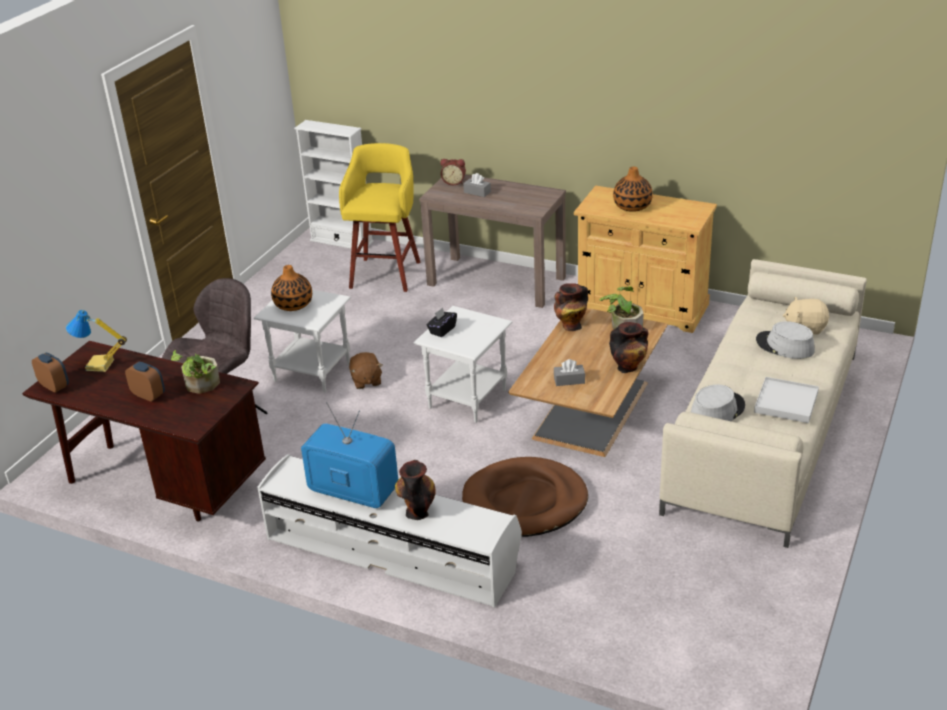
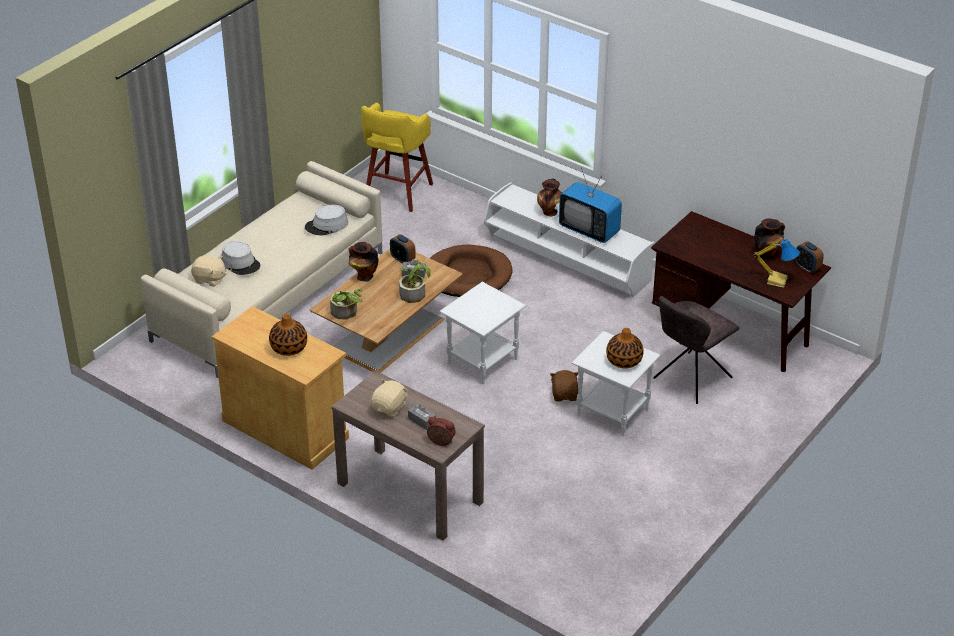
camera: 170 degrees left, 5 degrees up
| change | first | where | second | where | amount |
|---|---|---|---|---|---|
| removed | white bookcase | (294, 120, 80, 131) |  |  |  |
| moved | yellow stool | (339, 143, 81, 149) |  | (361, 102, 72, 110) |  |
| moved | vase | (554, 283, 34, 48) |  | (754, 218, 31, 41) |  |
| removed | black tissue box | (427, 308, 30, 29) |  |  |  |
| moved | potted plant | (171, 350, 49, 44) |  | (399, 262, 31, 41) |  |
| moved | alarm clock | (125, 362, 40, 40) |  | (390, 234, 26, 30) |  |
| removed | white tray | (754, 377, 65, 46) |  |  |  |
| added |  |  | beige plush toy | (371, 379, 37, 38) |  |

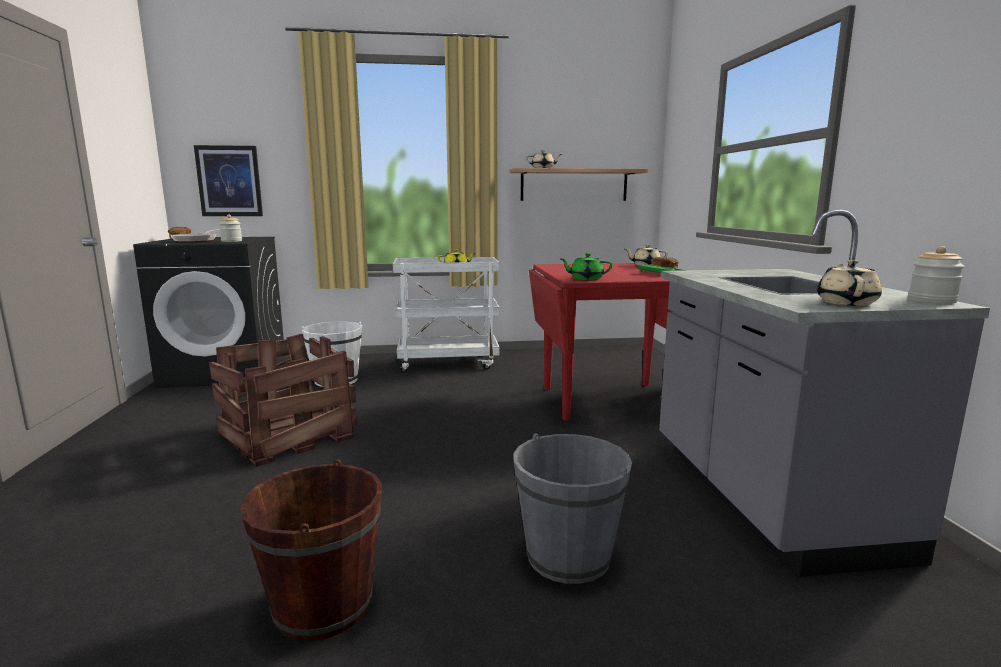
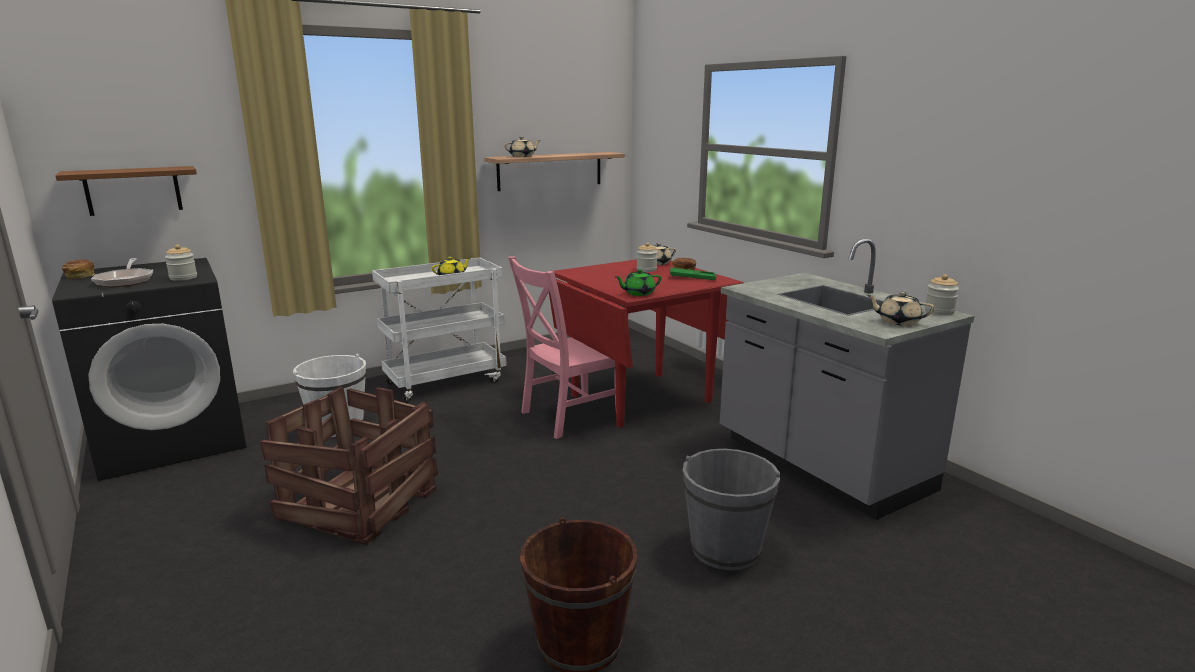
camera: 25 degrees left, 5 degrees up
| change | first | where | second | where | amount |
|---|---|---|---|---|---|
| replaced | picture | (194, 145, 69, 71) | brown shelf | (55, 166, 142, 50) |  |
| turned | beige teapot | (817, 260, 65, 46) |  | (867, 292, 68, 34) | 60 degrees counterclockwise |
| added |  |  | jar | (637, 242, 20, 30) |  |
| added |  |  | pink chair | (508, 256, 108, 183) |  |

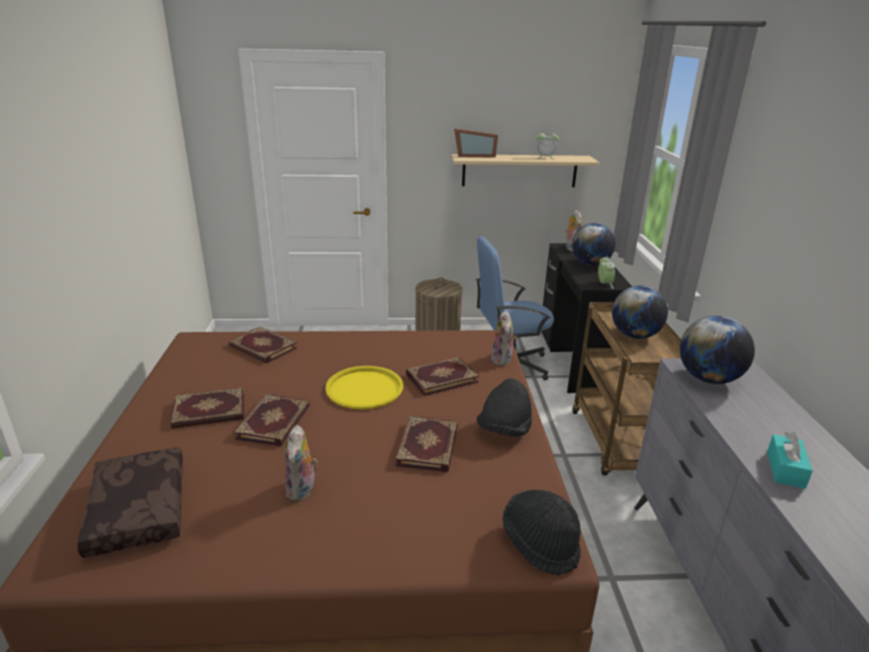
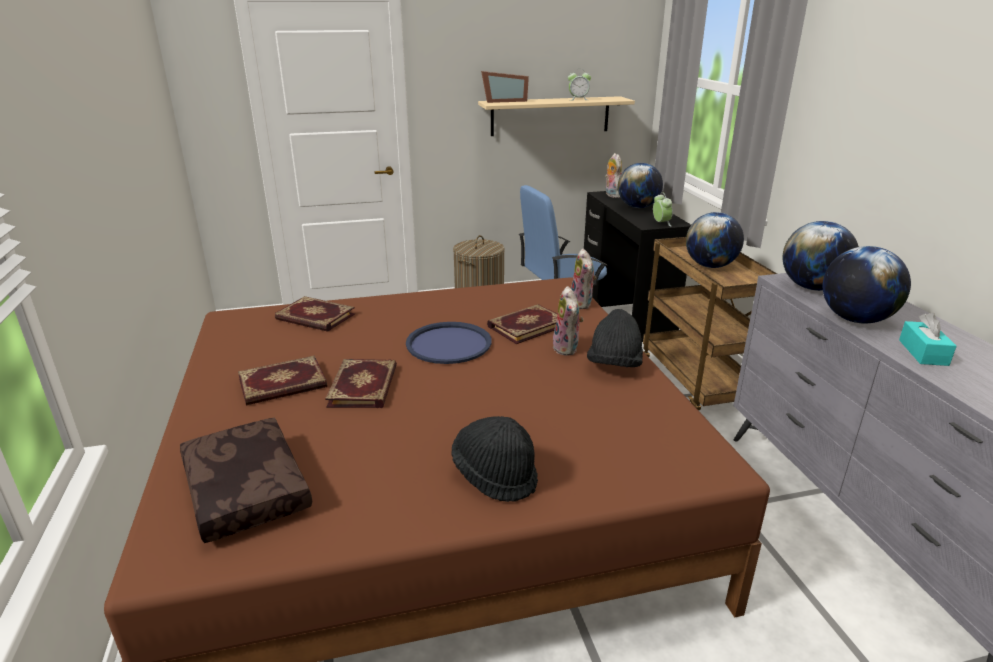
camera: 10 degrees left, 0 degrees up
| change | first | where | second | where | amount |
|---|---|---|---|---|---|
| recoloured | yellow tray | (325, 366, 78, 43) | blue tray | (406, 322, 86, 42) |  |
| removed | book | (396, 416, 62, 56) |  |  |  |
| moved | plush toy | (285, 425, 33, 76) |  | (553, 286, 31, 70) |  |
| moved | black hat | (503, 490, 78, 85) |  | (451, 416, 87, 86) |  |
| added |  |  | globe | (823, 246, 88, 77) |  |

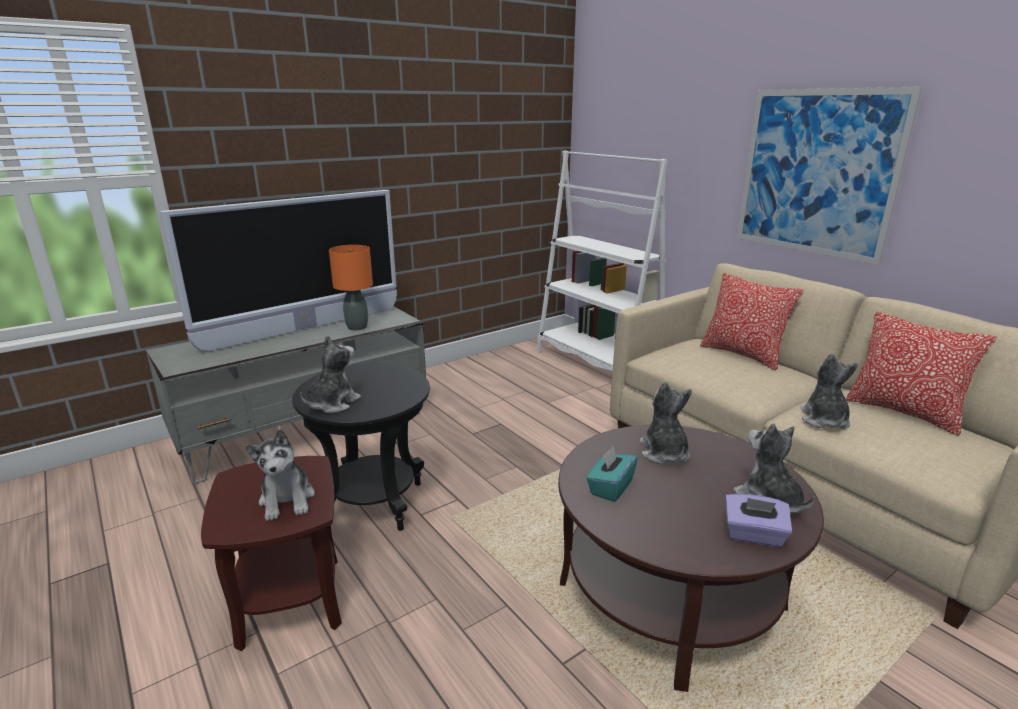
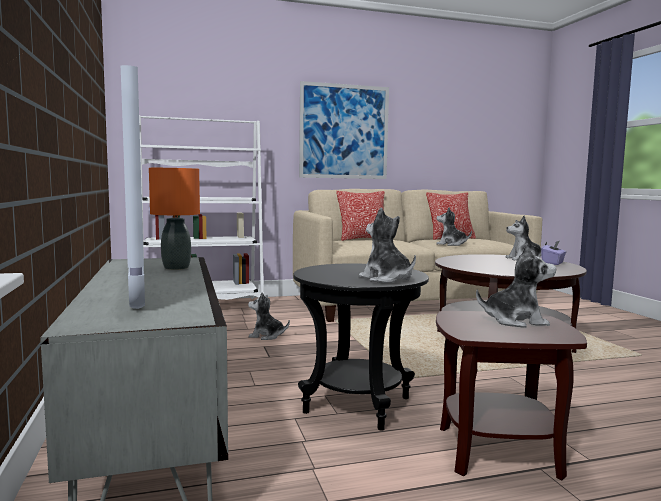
camera: 70 degrees left, 15 degrees down
| change | first | where | second | where | amount |
|---|---|---|---|---|---|
| moved | plush toy | (640, 382, 52, 82) |  | (248, 292, 42, 48) |  |
| removed | turquoise tissue box | (586, 446, 52, 56) |  |  |  |

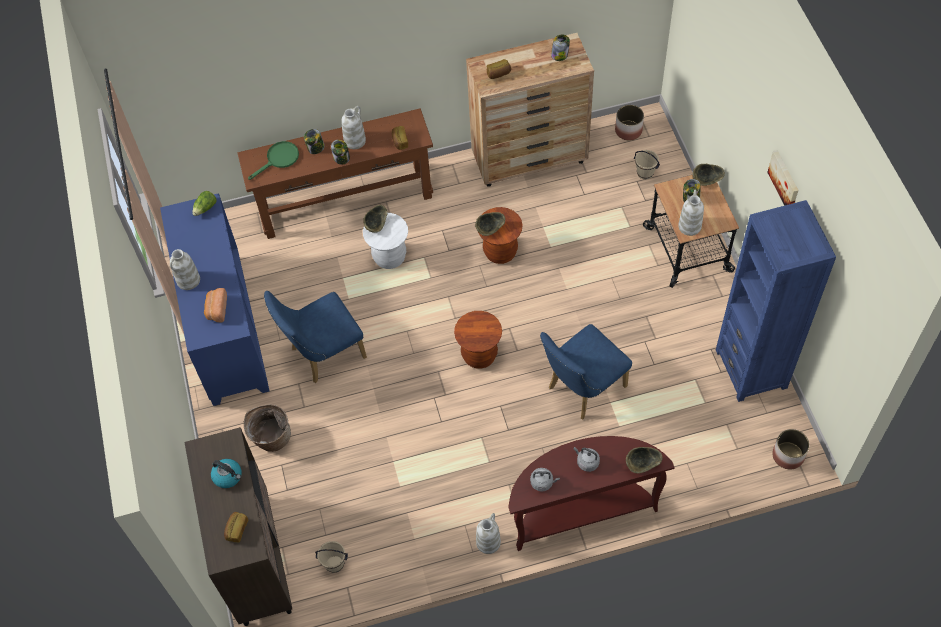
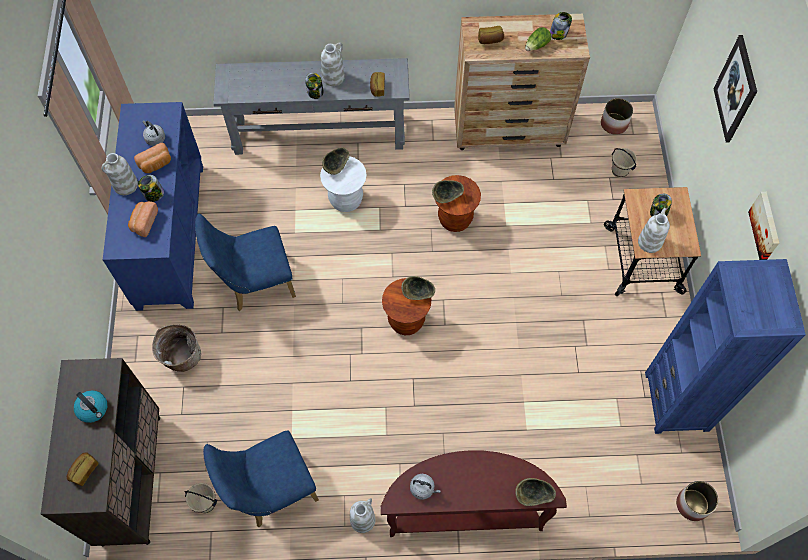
camera: 10 degrees right, 5 degrees up
| change | first | where | second | where | amount |
|---|---|---|---|---|---|
| recoloured | brown console table | (238, 108, 195, 131) | grey console table | (213, 58, 197, 97) |  |
| moved | jar | (304, 129, 21, 25) |  | (138, 175, 26, 27) |  |
| removed | green frying pan | (248, 141, 51, 39) |  |  |  |
| moved | bowl | (693, 164, 32, 22) |  | (401, 276, 34, 24) |  |
| moved | lettuce | (192, 191, 25, 25) |  | (525, 27, 26, 24) |  |
| moved | blue chair | (540, 324, 92, 96) |  | (203, 431, 116, 97) |  |
| moved | grey kettle | (574, 447, 26, 25) |  | (143, 121, 22, 25) |  |
| added |  |  | picture | (713, 35, 44, 108) |  |
| added |  |  | bread | (134, 143, 37, 30) |  |

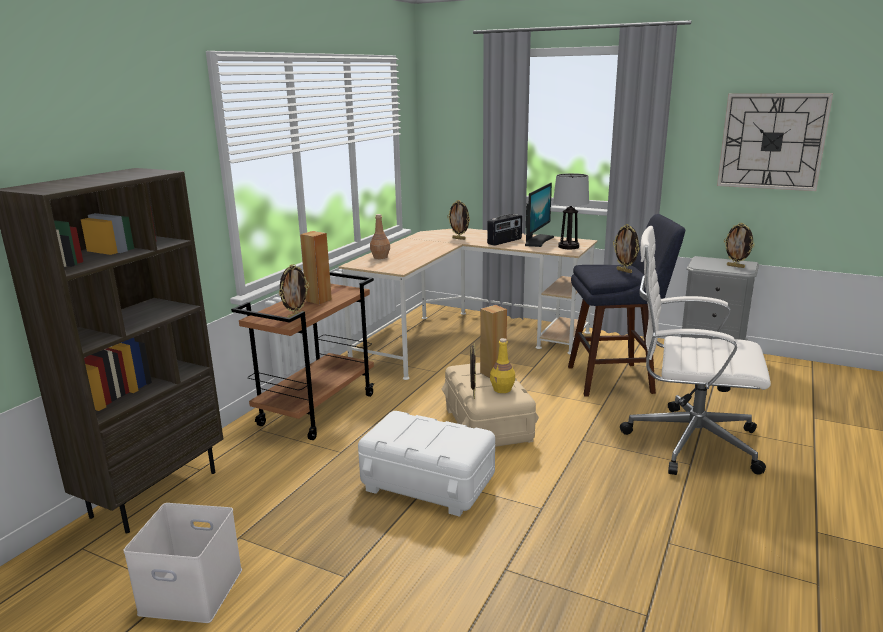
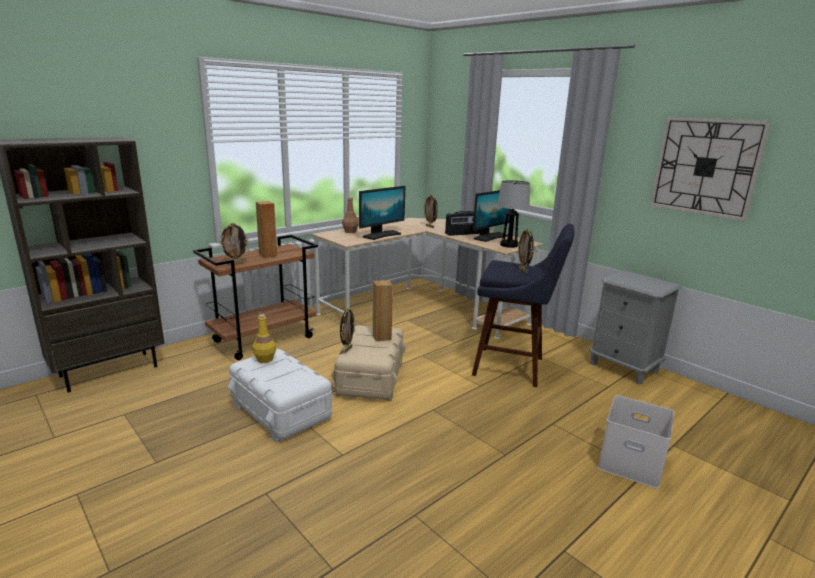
camera: 20 degrees right, 0 degrees up
| change | first | where | second | where | amount |
|---|---|---|---|---|---|
| removed | picture frame | (724, 223, 31, 45) |  |  |  |
| removed | white office chair | (620, 226, 151, 249) |  |  |  |
| moved | yellow bottle | (490, 338, 25, 55) |  | (253, 314, 23, 49) |  |
| moved | white storage box | (123, 503, 119, 120) |  | (598, 395, 76, 94) |  |
| added |  |  | monitor | (359, 186, 46, 54) |  |

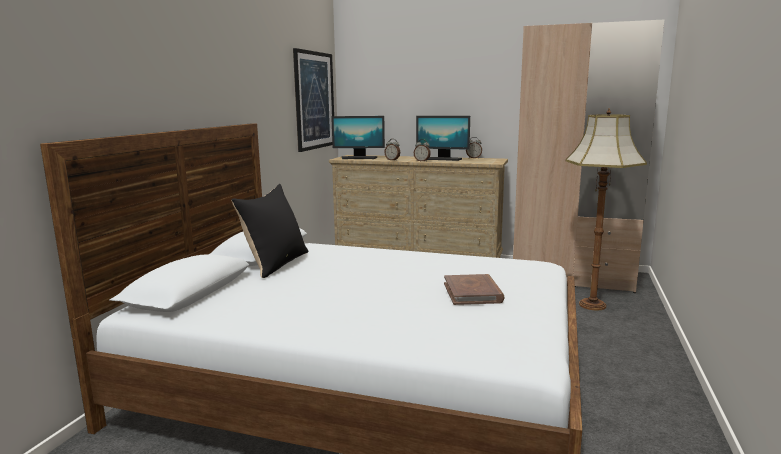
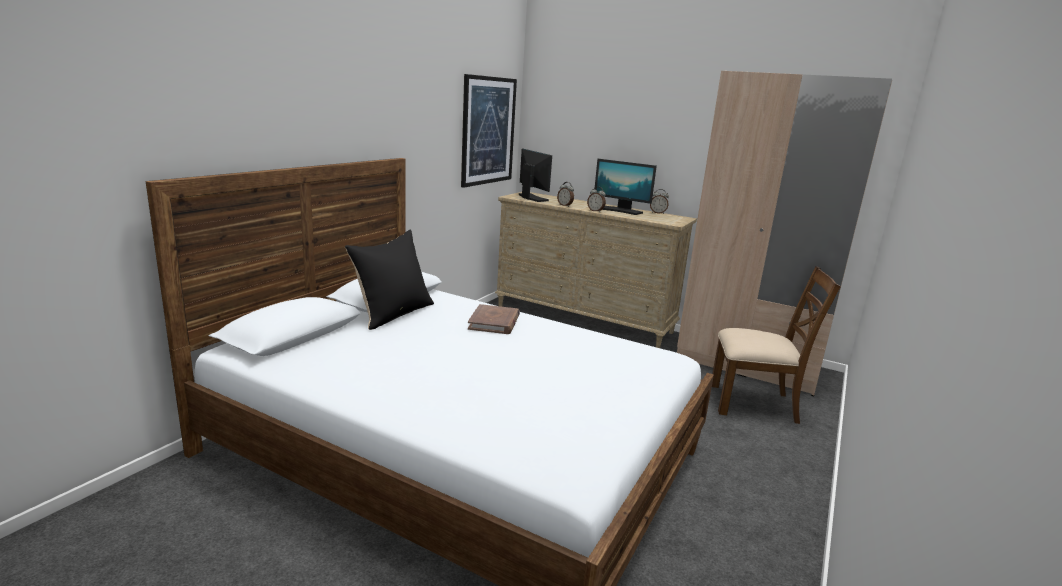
camera: 10 degrees right, 5 degrees up
| change | first | where | second | where | amount |
|---|---|---|---|---|---|
| replaced | floor lamp | (566, 108, 81, 202) | brown chair | (712, 266, 129, 158) |  |
| turned | monitor | (331, 116, 54, 43) |  | (519, 148, 33, 54) | 135 degrees counterclockwise |
| moved | brown book | (444, 274, 60, 31) |  | (468, 304, 52, 30) |  |

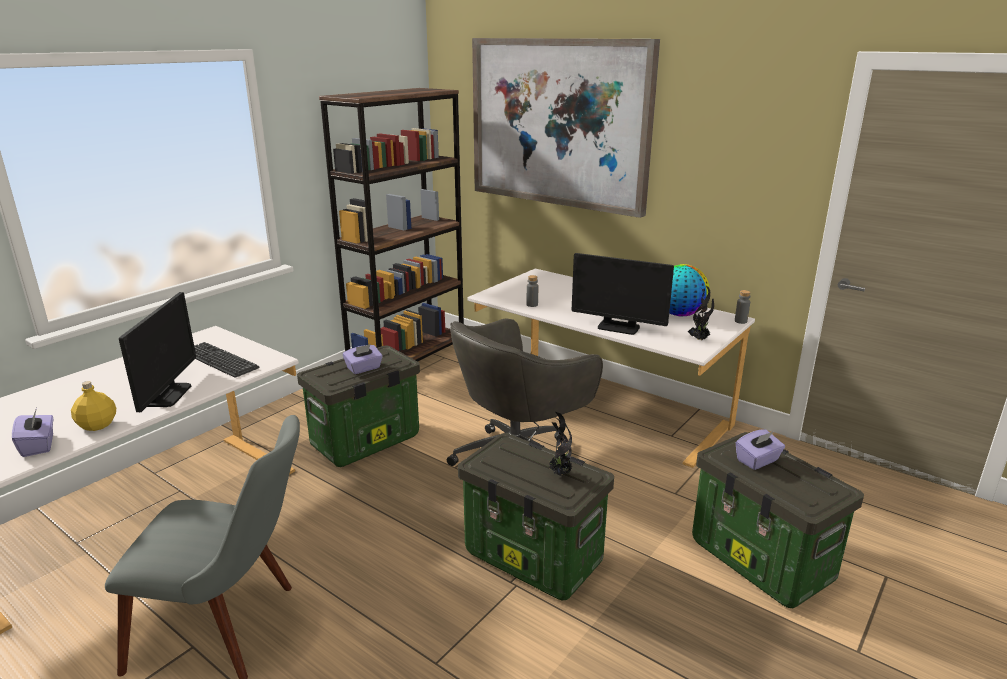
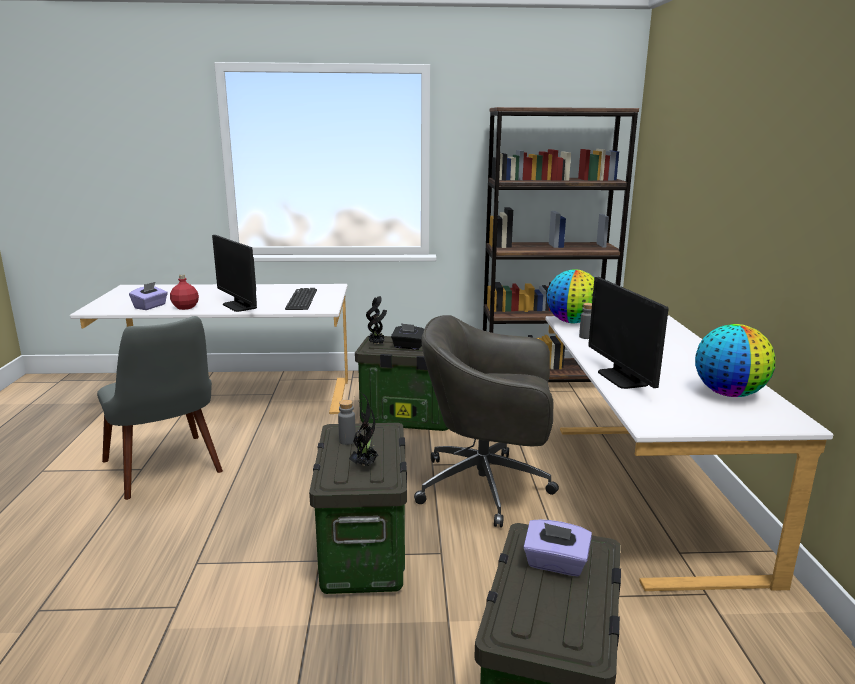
camera: 50 degrees right, 5 degrees down
| change | first | where | second | where | amount |
|---|---|---|---|---|---|
| removed | picture | (472, 38, 188, 180) |  |  |  |
| moved | potted plant | (688, 285, 26, 55) |  | (366, 296, 21, 49) |  |
| moved | grey bottle | (735, 290, 16, 34) |  | (338, 400, 18, 45) |  |
| turned | monitor | (119, 292, 77, 120) |  | (212, 235, 45, 77) | 90 degrees clockwise |
| recoloured | purple tissue box | (343, 344, 40, 30) | black tissue box | (391, 323, 33, 27) |  |
| recoloured | yellow bottle | (71, 381, 45, 50) | red bottle | (170, 274, 29, 36) |  |
| added |  |  | globe | (547, 269, 47, 54) |  |

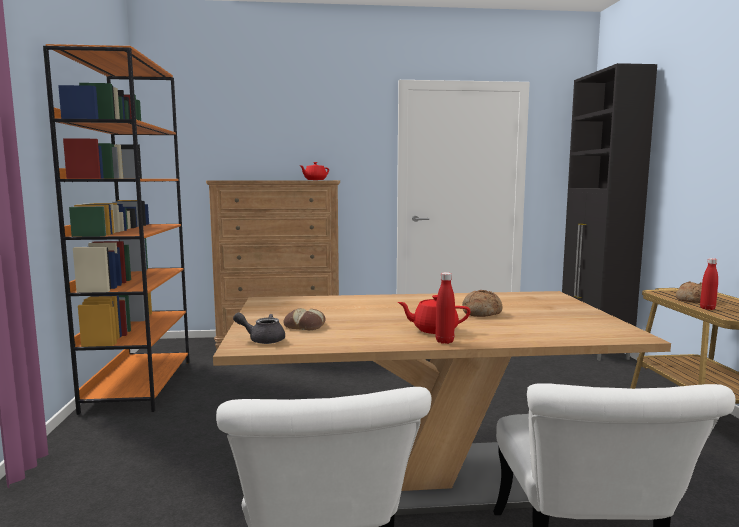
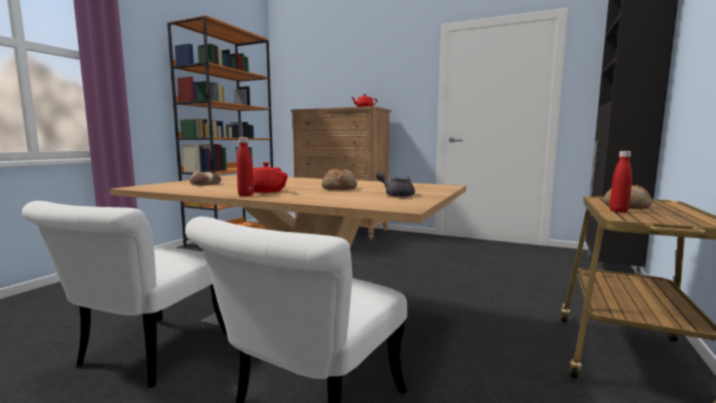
camera: 30 degrees right, 0 degrees up
| change | first | where | second | where | amount |
|---|---|---|---|---|---|
| moved | grey teapot | (233, 312, 52, 32) |  | (376, 171, 39, 26) |  |

